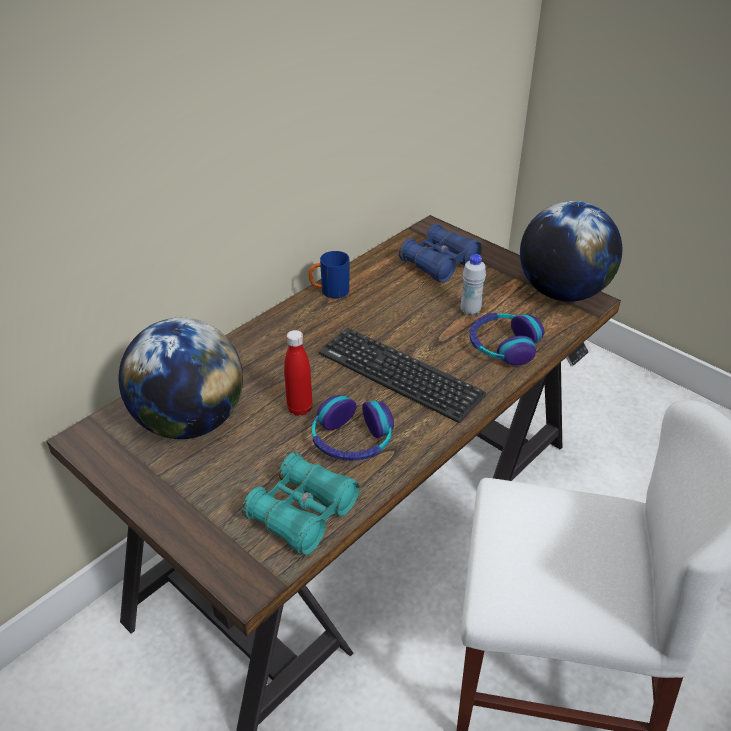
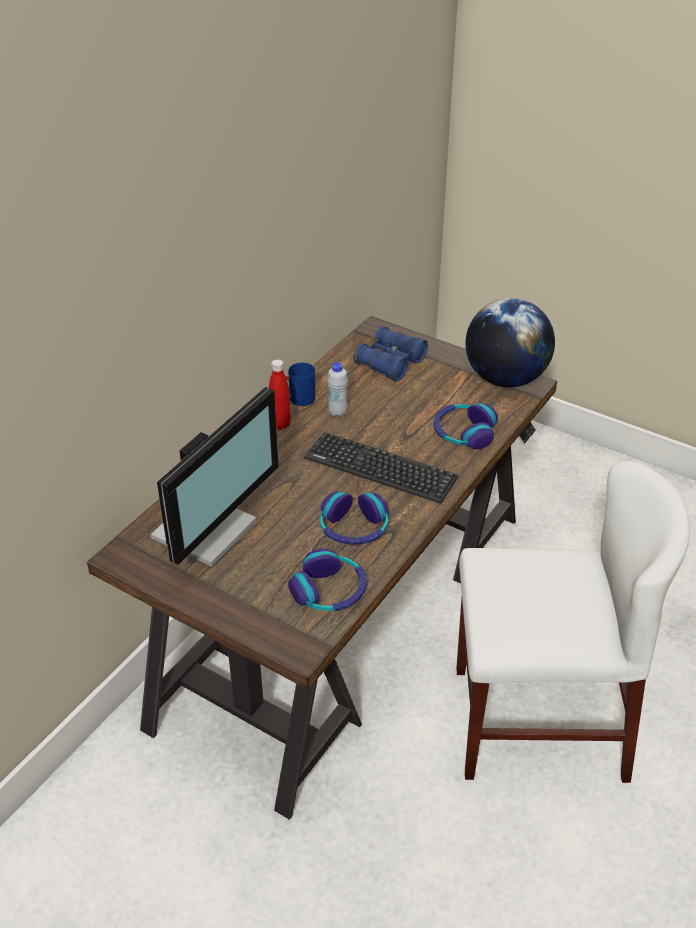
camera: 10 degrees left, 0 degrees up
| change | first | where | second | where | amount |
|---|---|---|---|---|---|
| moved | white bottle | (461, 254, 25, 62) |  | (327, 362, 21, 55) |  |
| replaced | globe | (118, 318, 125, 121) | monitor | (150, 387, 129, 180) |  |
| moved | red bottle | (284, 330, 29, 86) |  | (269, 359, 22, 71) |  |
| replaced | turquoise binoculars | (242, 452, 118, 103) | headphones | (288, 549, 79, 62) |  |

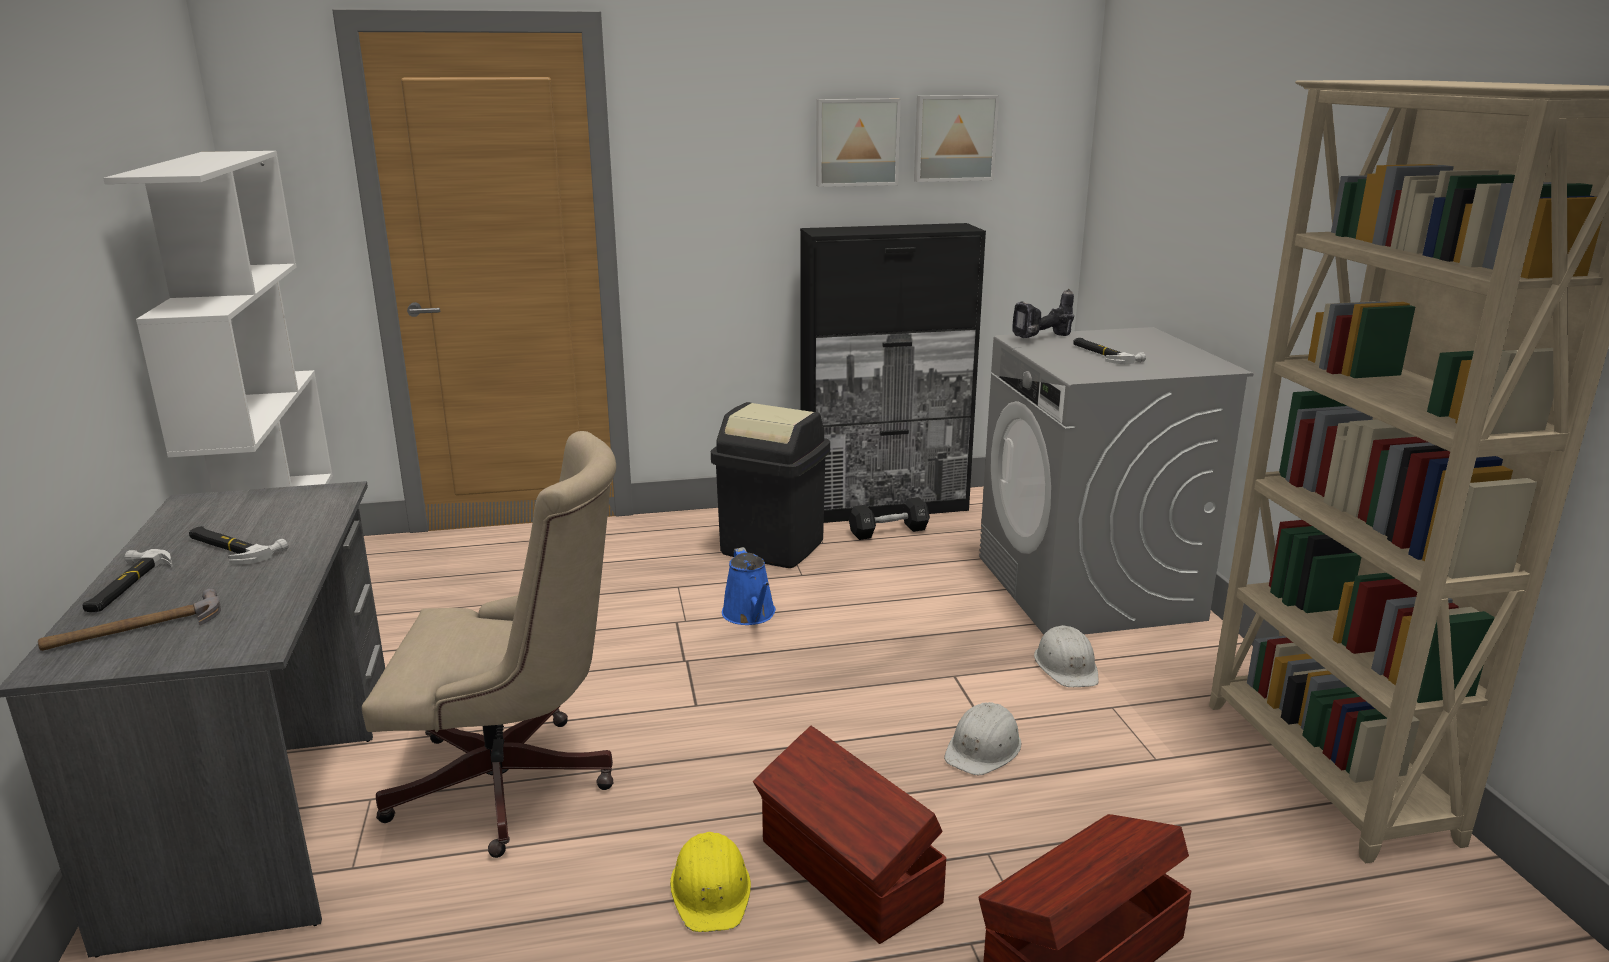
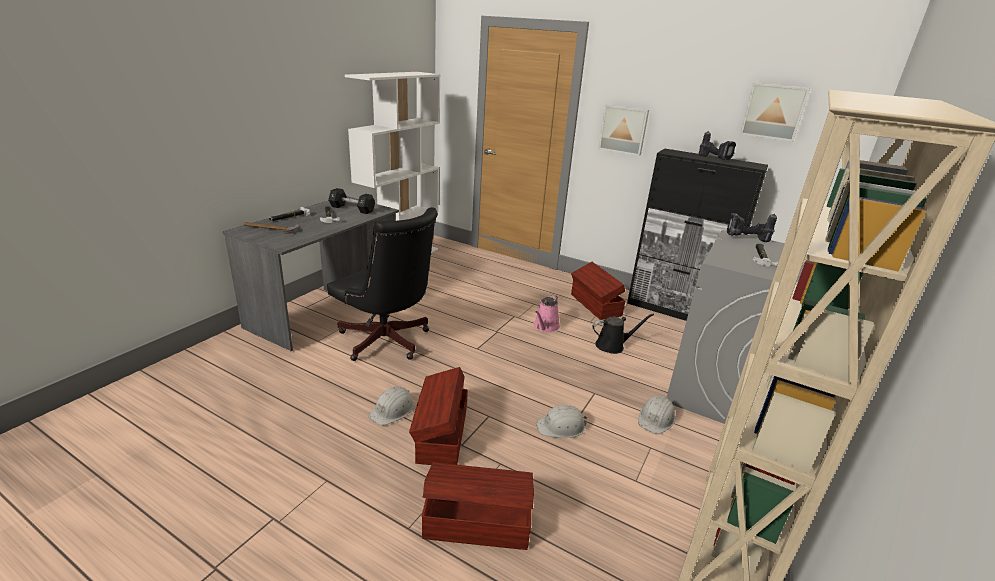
camera: 40 degrees right, 5 degrees up
| change | first | where | second | where | amount |
|---|---|---|---|---|---|
| moved | picture | (816, 99, 85, 88) |  | (598, 105, 51, 51) |  |
| replaced | black trash can | (711, 402, 119, 166) | brown storage box | (571, 262, 54, 58) |  |
| recoloured | beige office chair | (362, 431, 254, 427) | black office chair | (327, 207, 111, 154) |  |
| moved | black dumbbell | (849, 497, 81, 43) |  | (328, 188, 47, 26) |  |
| recoloured | blue watering can | (722, 547, 54, 78) | pink watering can | (534, 295, 26, 38) |  |
| recoloured | yellow hard hat | (670, 832, 81, 100) | white hard hat | (368, 386, 46, 40) |  |
| added |  |  | power drill | (699, 131, 37, 29) |  |
| added |  |  | black watering can | (592, 314, 62, 40) |  |

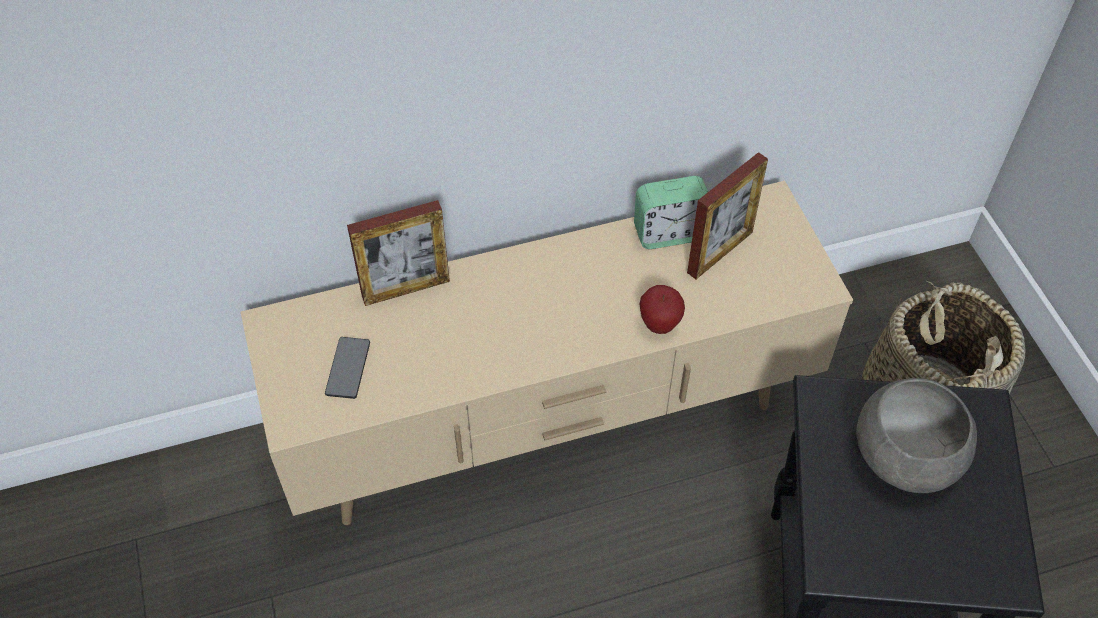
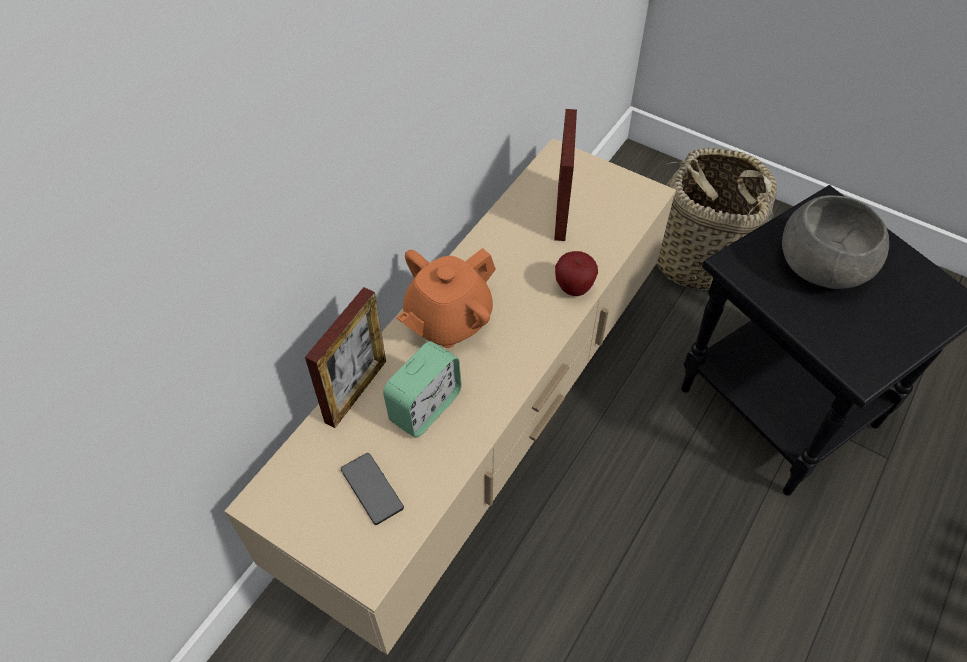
camera: 40 degrees left, 0 degrees up
| change | first | where | second | where | amount |
|---|---|---|---|---|---|
| moved | alarm clock | (634, 176, 74, 73) |  | (383, 341, 79, 97) |  |
| added |  |  | orange teapot | (397, 248, 99, 100) |  |

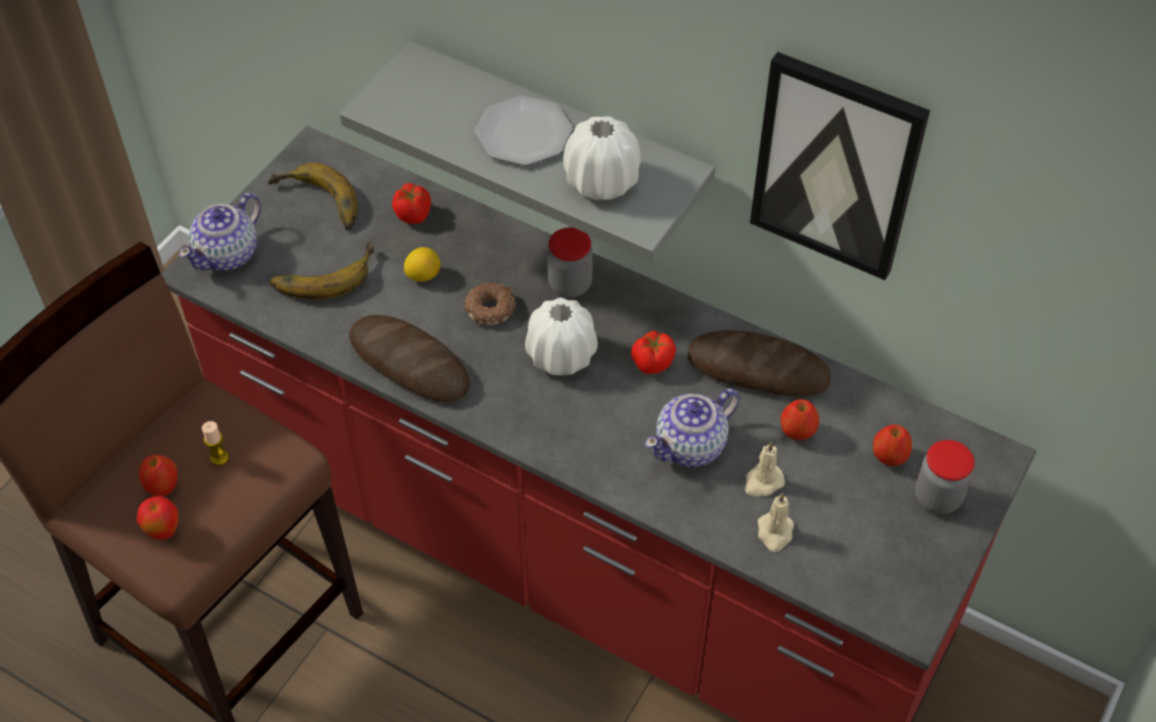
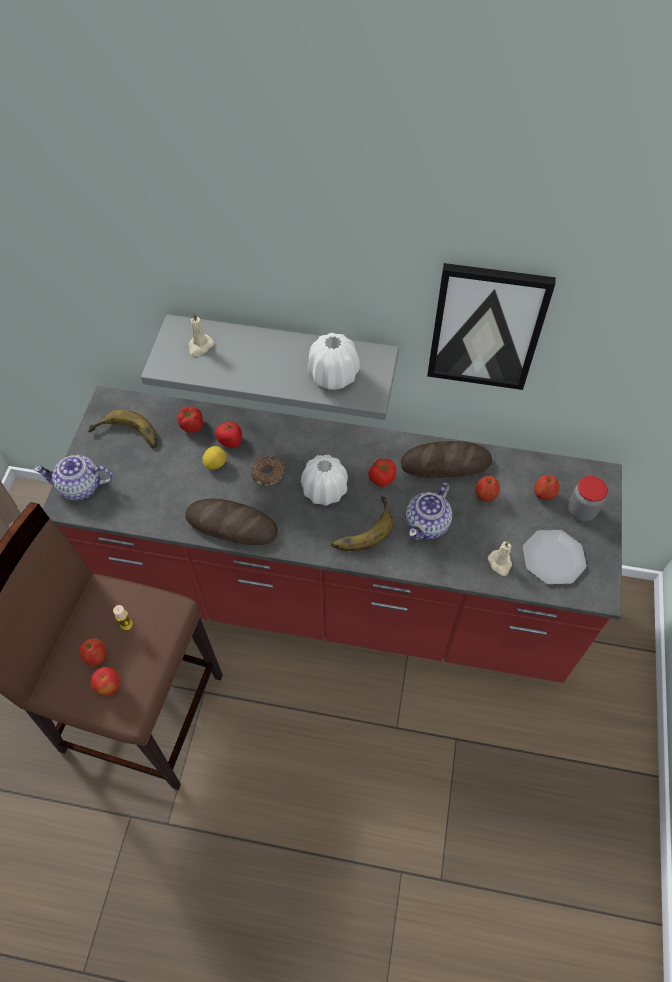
camera: 20 degrees left, 5 degrees up
| change | first | where | second | where | amount |
|---|---|---|---|---|---|
| moved | plate | (475, 96, 98, 70) |  | (523, 530, 63, 54) |  |
| turned | teapot | (179, 193, 82, 78) |  | (34, 455, 79, 46) | 75 degrees clockwise |
| removed | jar | (547, 227, 46, 71) |  |  |  |
| moved | banana | (270, 242, 104, 58) |  | (331, 496, 63, 55) |  |
| moved | beige candle | (745, 442, 40, 54) |  | (188, 313, 26, 43) |  |
| added |  |  | tomato | (216, 421, 26, 27) |  |

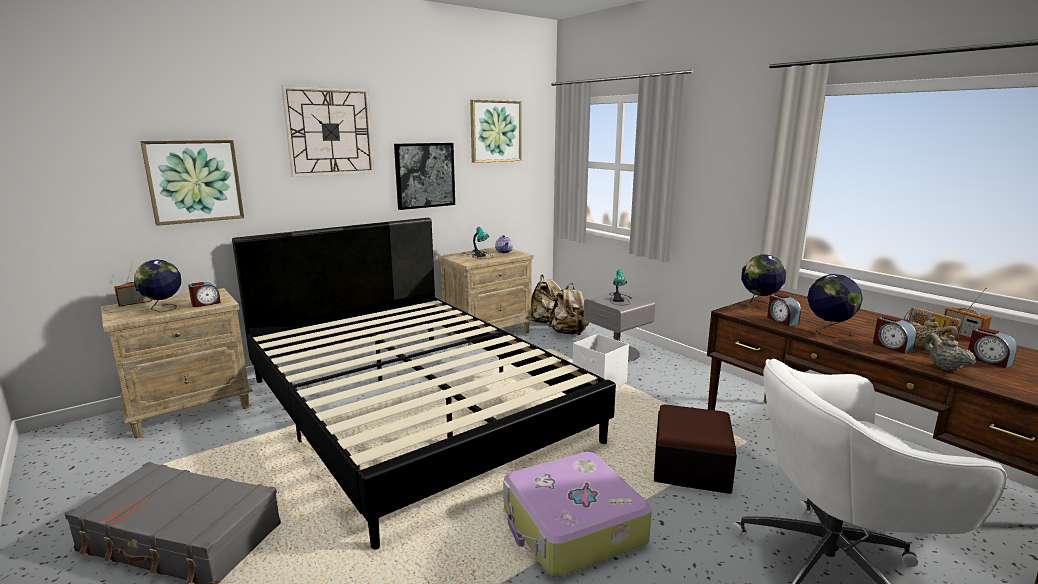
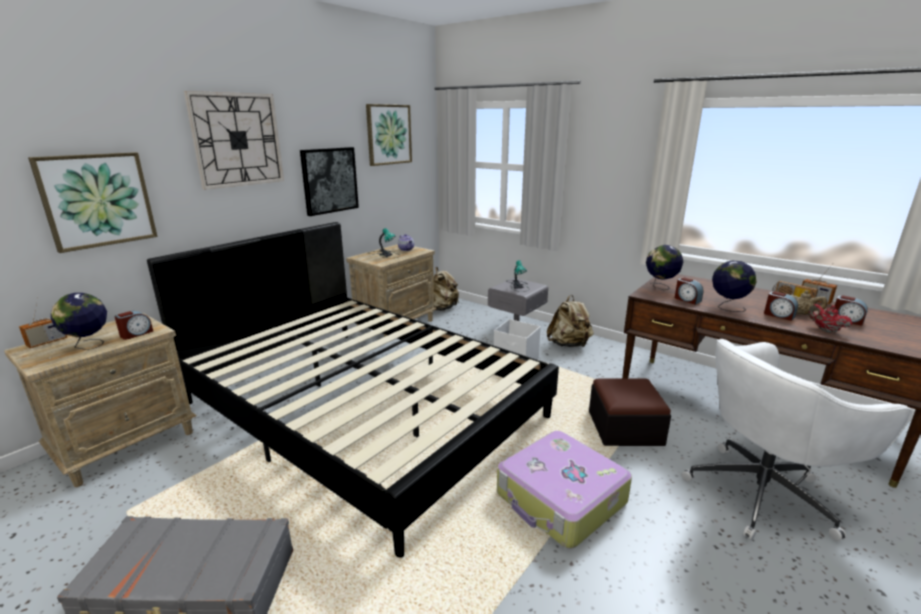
camera: 15 degrees left, 5 degrees up
| change | first | where | second | where | amount |
|---|---|---|---|---|---|
| moved | beige backpack | (548, 283, 41, 52) |  | (547, 295, 47, 52) |  |
| recoloured | beige teapot | (924, 333, 52, 38) | red teapot | (808, 304, 45, 28) |  |

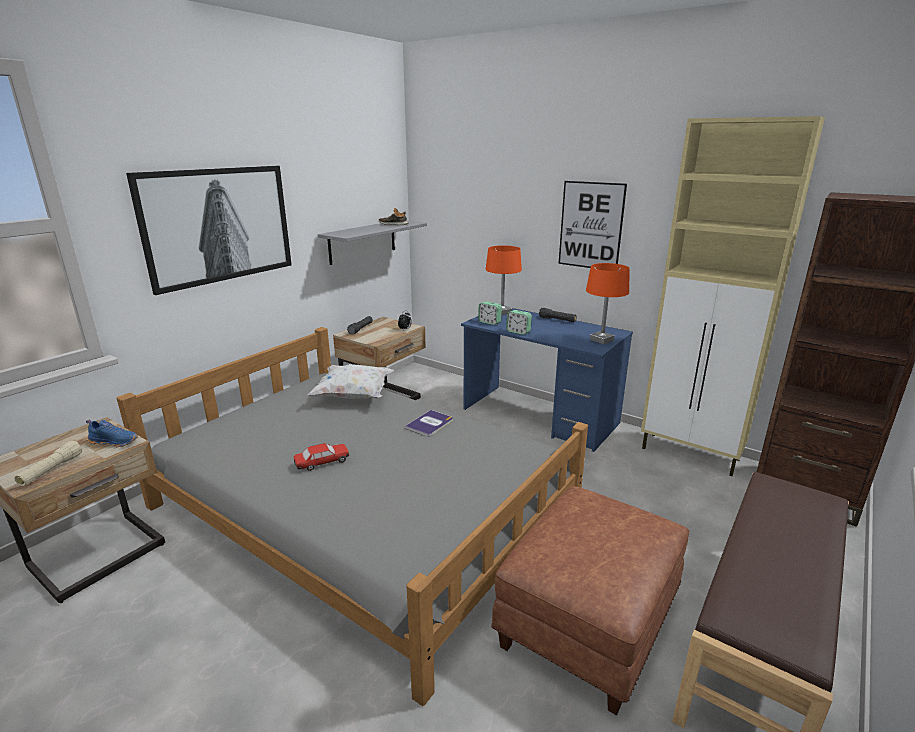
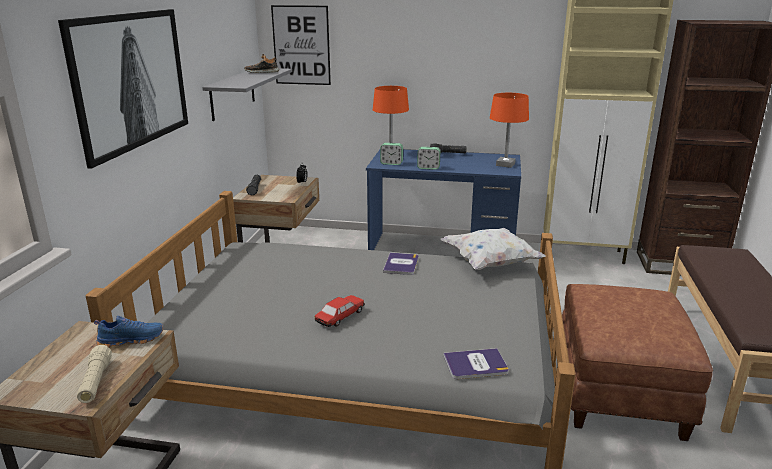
camera: 25 degrees left, 0 degrees up
| change | first | where | second | where | amount |
|---|---|---|---|---|---|
| moved | picture | (558, 181, 69, 87) |  | (271, 5, 60, 80) |  |
| moved | white pillow | (307, 364, 87, 35) |  | (440, 228, 106, 42) |  |
| added |  |  | book | (443, 348, 66, 31) |  |

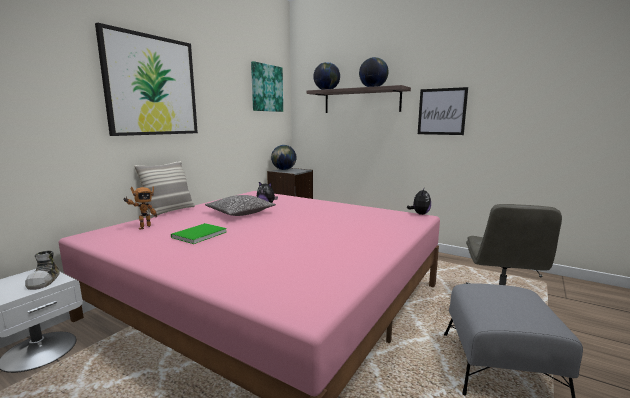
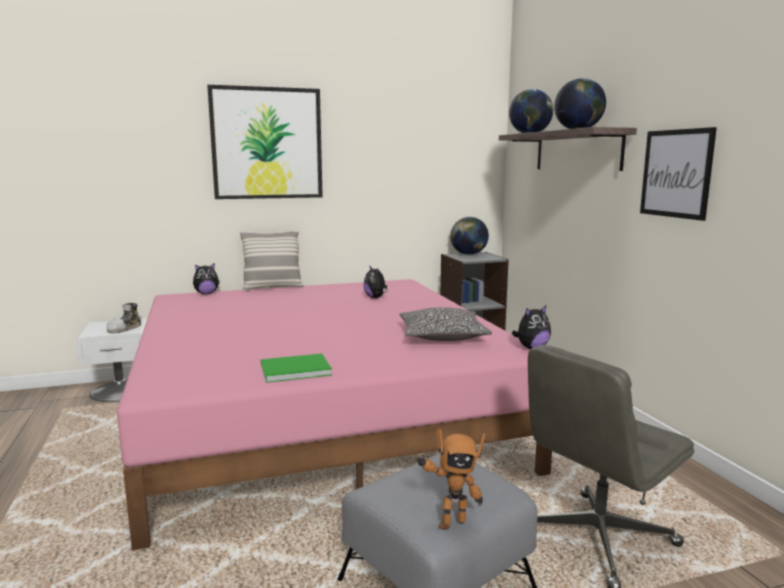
camera: 40 degrees right, 0 degrees up
| change | first | where | second | where | amount |
|---|---|---|---|---|---|
| removed | picture | (251, 61, 32, 51) |  |  |  |
| moved | toy robot | (123, 186, 34, 44) |  | (416, 429, 70, 100) |  |
| moved | pillow | (205, 195, 70, 21) |  | (399, 307, 93, 34) |  |
| moved | green book | (171, 223, 56, 21) |  | (261, 353, 71, 30) |  |
| added |  |  | plush toy | (193, 263, 27, 31) |  |

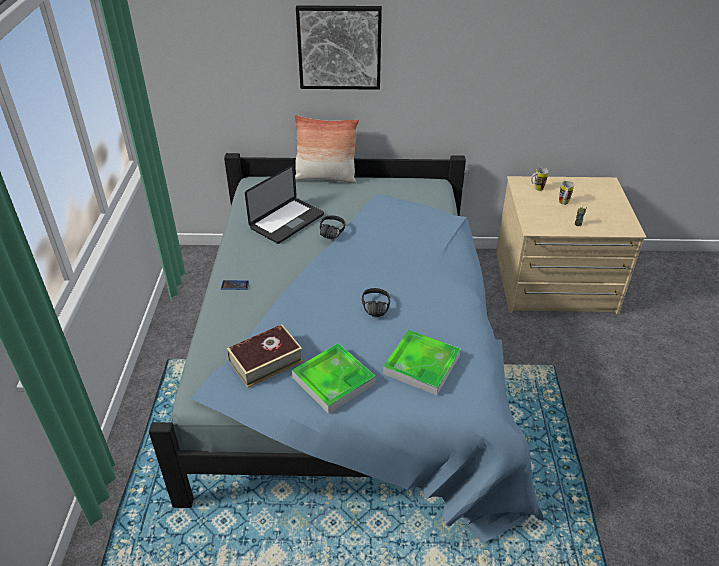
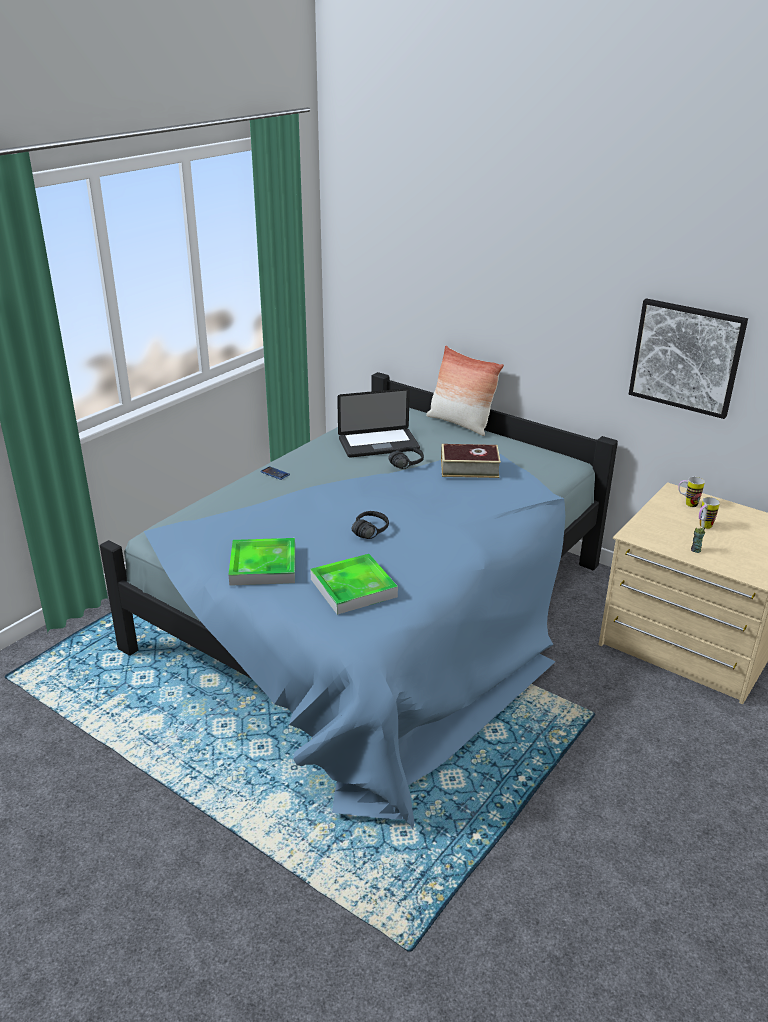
camera: 35 degrees right, 10 degrees down
| change | first | where | second | where | amount |
|---|---|---|---|---|---|
| moved | picture | (296, 5, 86, 85) |  | (629, 298, 119, 121) |  |
| moved | book | (227, 324, 76, 64) |  | (441, 444, 60, 34) |  |

